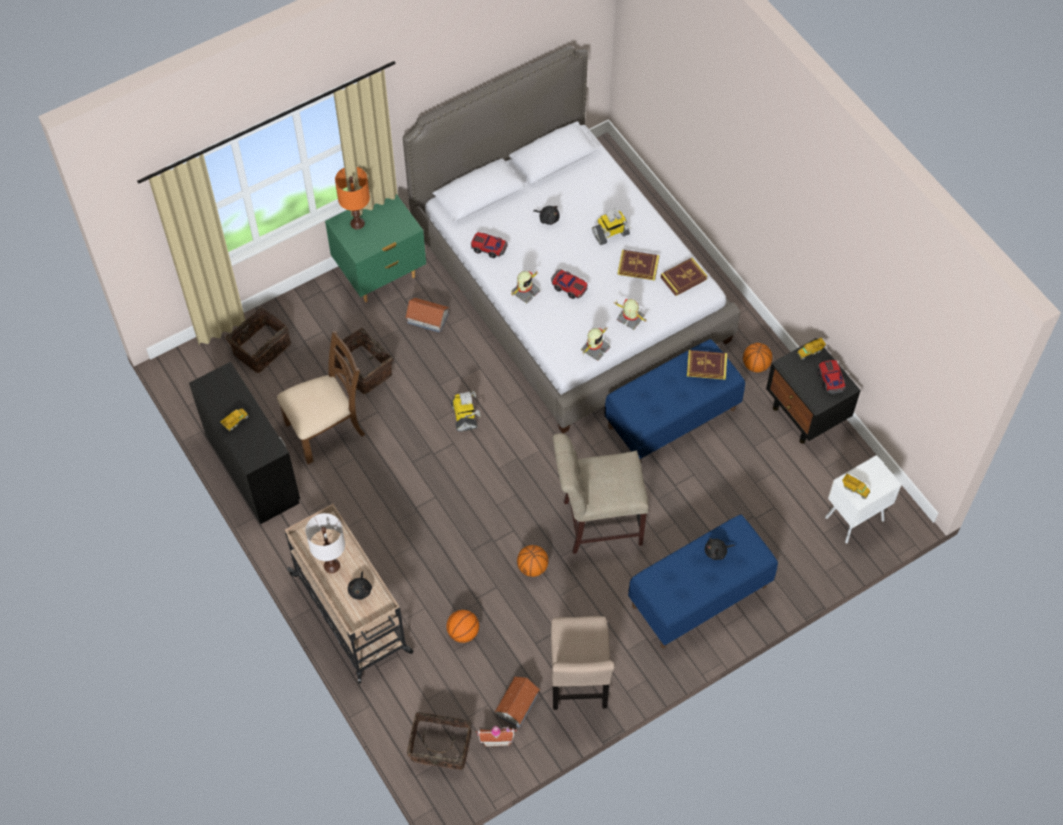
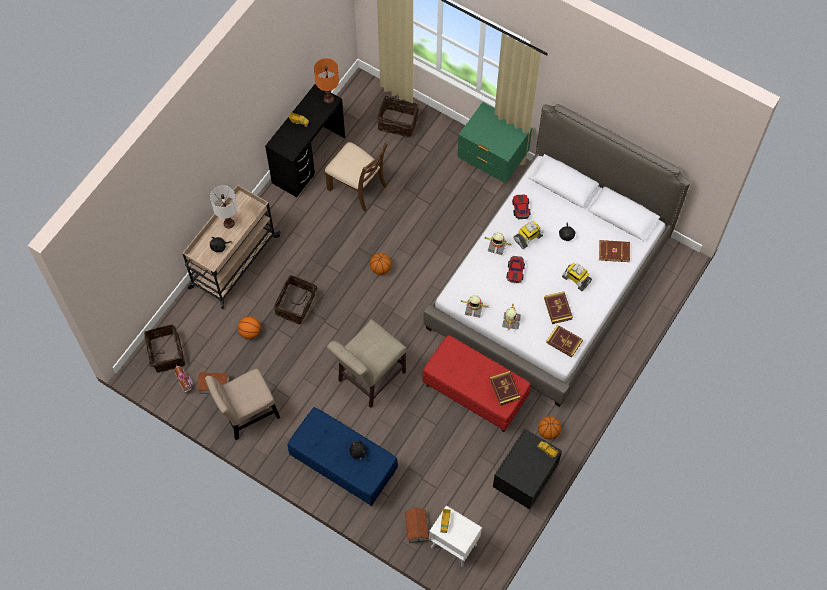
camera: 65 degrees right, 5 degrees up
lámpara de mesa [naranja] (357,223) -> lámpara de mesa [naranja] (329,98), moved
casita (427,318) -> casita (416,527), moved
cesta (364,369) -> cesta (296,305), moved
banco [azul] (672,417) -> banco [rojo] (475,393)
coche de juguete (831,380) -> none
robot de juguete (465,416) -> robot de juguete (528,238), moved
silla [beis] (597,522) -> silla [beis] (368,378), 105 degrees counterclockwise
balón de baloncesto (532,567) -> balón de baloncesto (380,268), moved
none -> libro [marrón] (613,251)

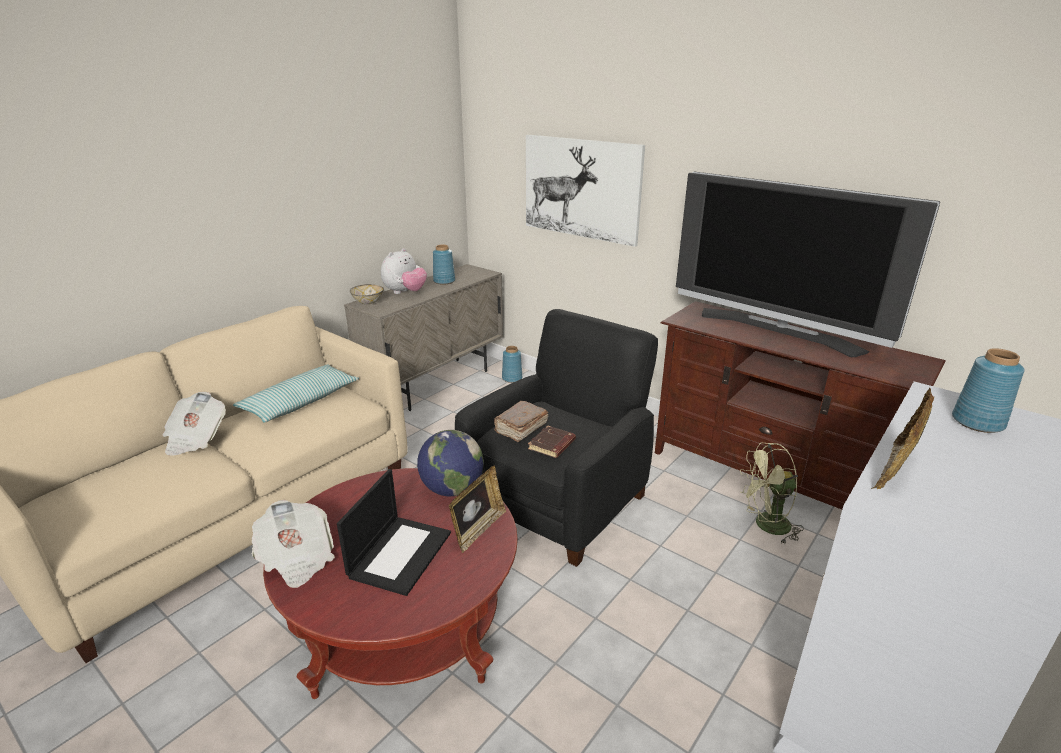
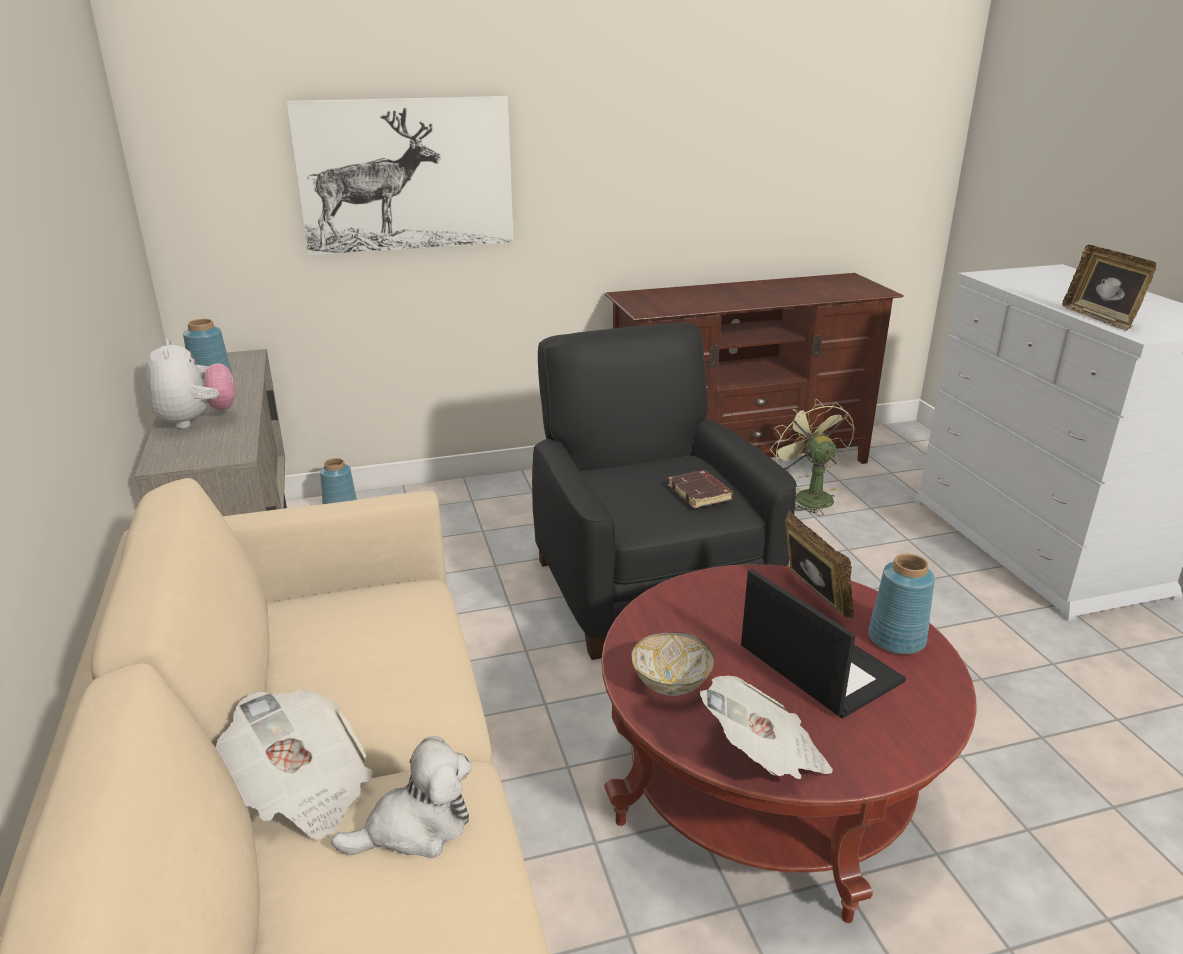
camera: 55 degrees left, 0 degrees up
televisor (778,331) -> none
cuenco (368,302) -> cuenco (672,684), moved
florero [azul] (977,422) -> florero [azul] (896,640), moved
cojín (300,402) -> none
libro [marrón] (520,429) -> none
globo terráqueo (452,489) -> none
ventilador [verde] (766,526) -> ventilador [verde] (807,496), 135 degrees clockwise
none -> peluche (415,827)

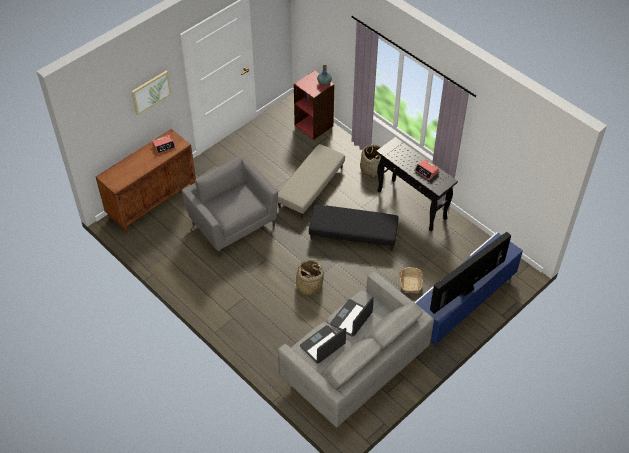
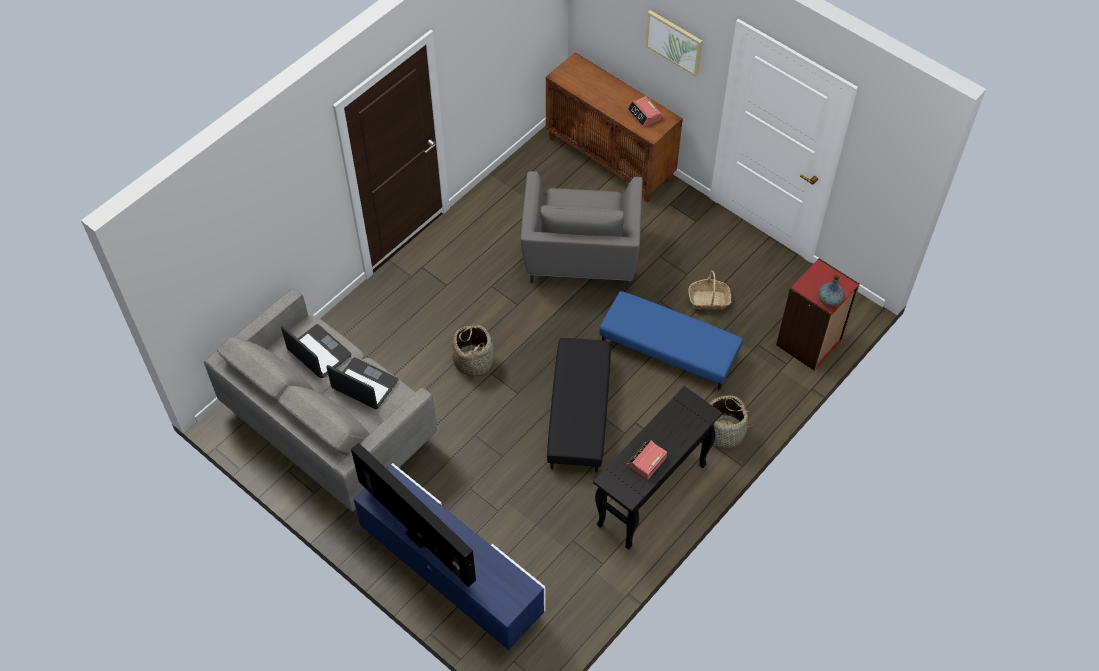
camera: 85 degrees right, 5 degrees up
puf [beis] (310,187) -> puf [azul] (669,348)
sillón [gris] (233,224) -> sillón [gris] (580,257), 135 degrees clockwise
cesta (411,283) -> cesta (709,300), moved

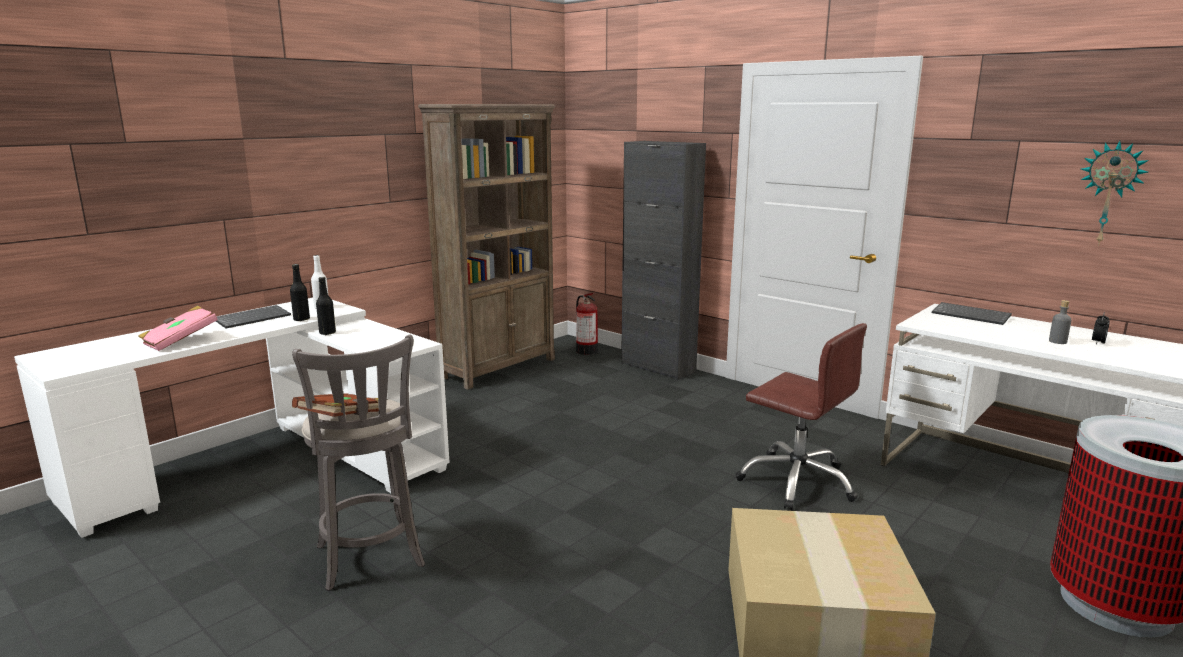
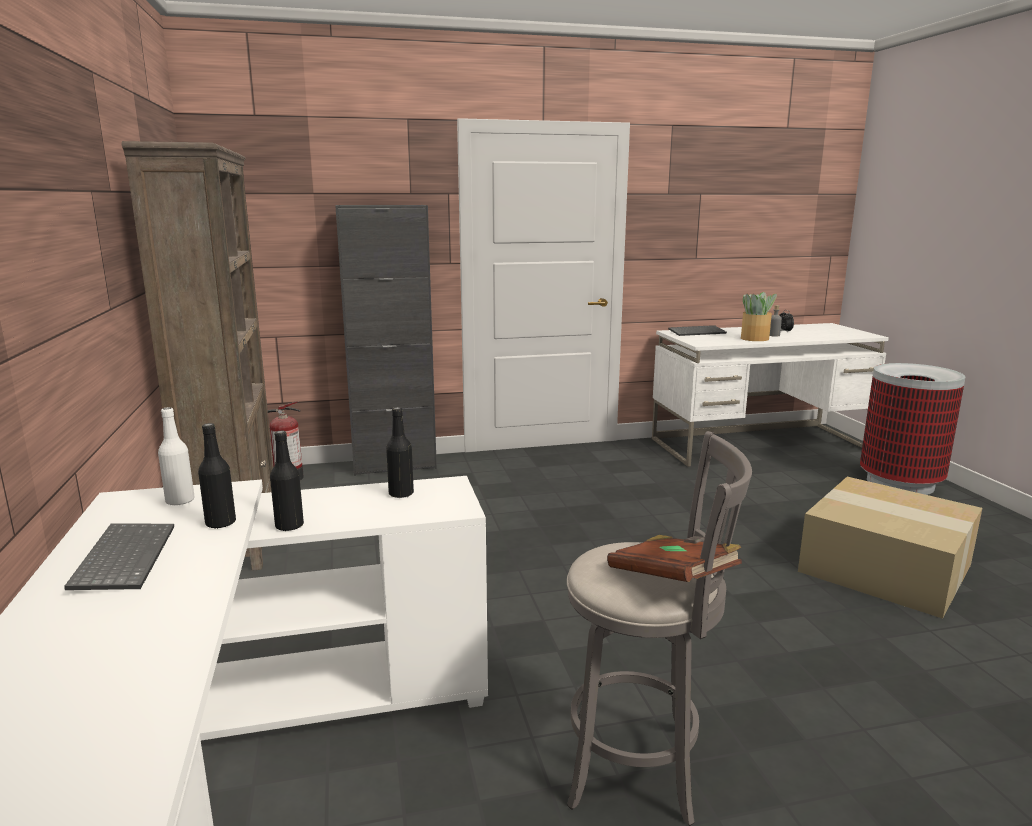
camera: 55 degrees left, 0 degrees up
reloj de pared (1109,193) -> none
libro [rosa] (180,341) -> none
silla de oficina [marrón] (797,481) -> none
none -> planta en maceta (755,338)
none -> botella [negro] (401,494)

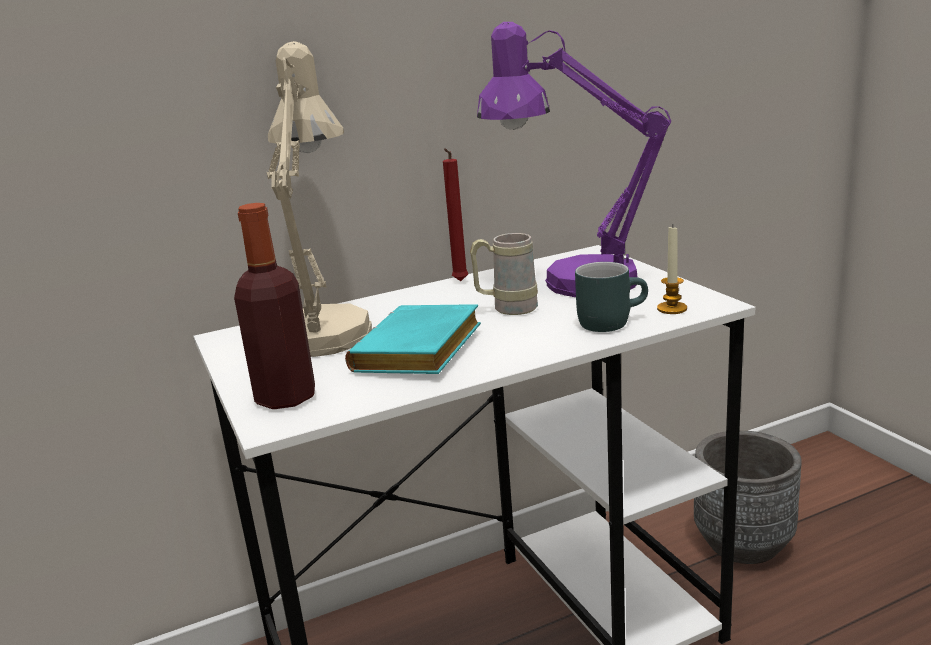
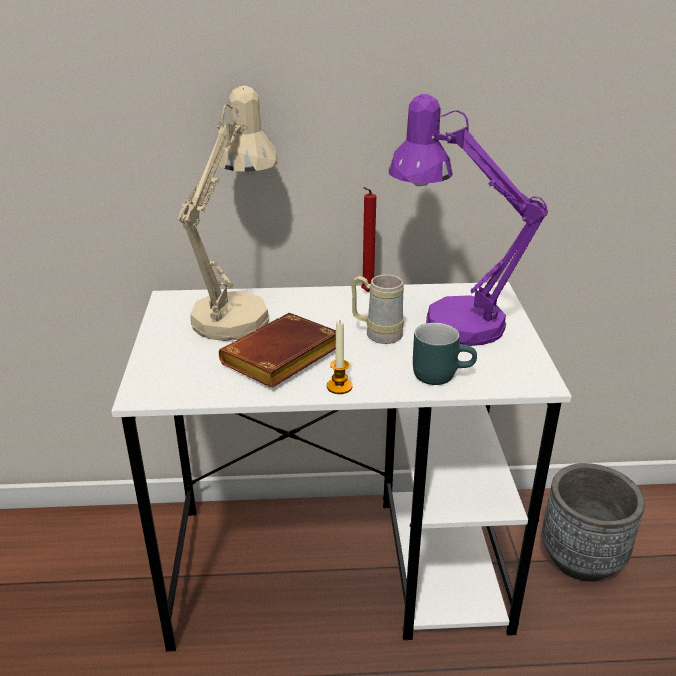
camera: 20 degrees right, 10 degrees up
botella (286,397) -> none
vela (672,309) -> vela (339,386), moved
libro [turquesa] (420,353) -> libro [marrón] (281,360)

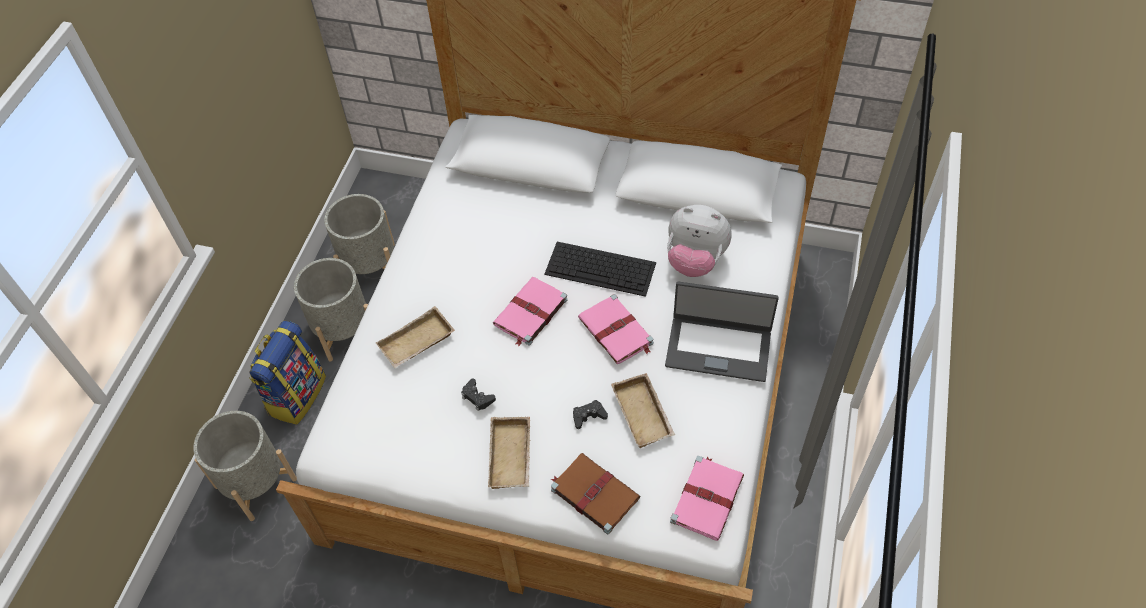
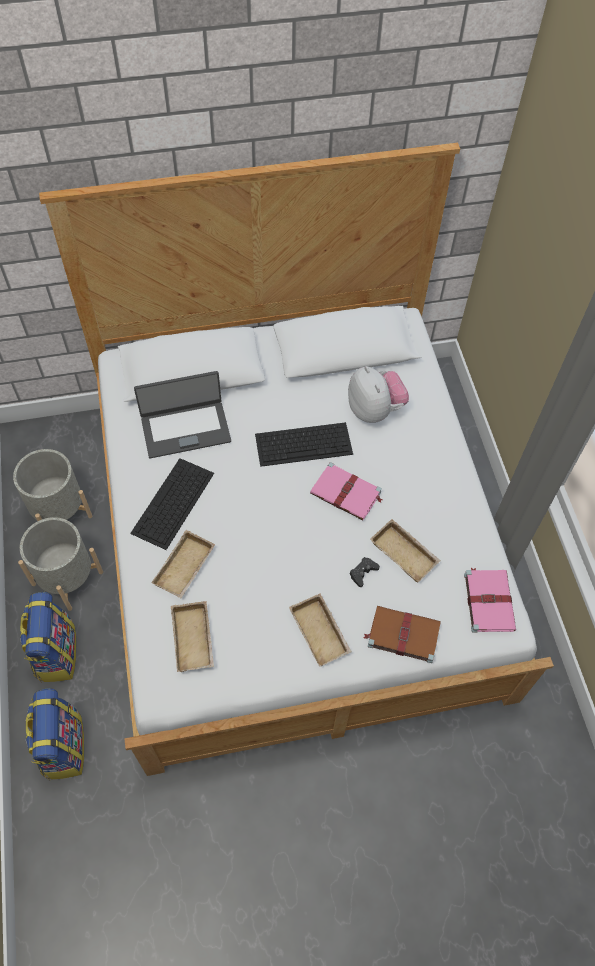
camera: 30 degrees left, 5 degrees up
peluche (695,260) -> peluche (374,410), 105 degrees counterclockwise
libro [rosa] (530,313) -> none
portátil (718,347) -> portátil (185,428), moved
mando de consola [negro] (477,397) -> none
maceta [gris] (255,482) -> mochila (62,746)
none -> teclado (173,504)
none -> bandeja [beis] (195,639)

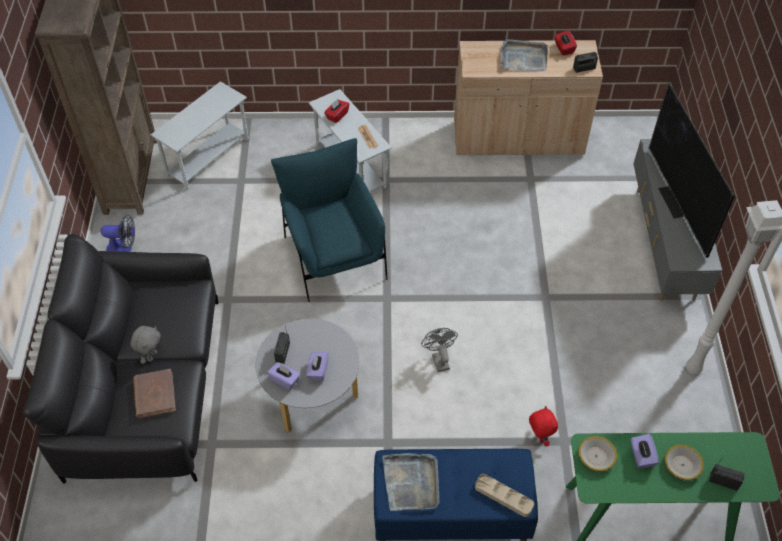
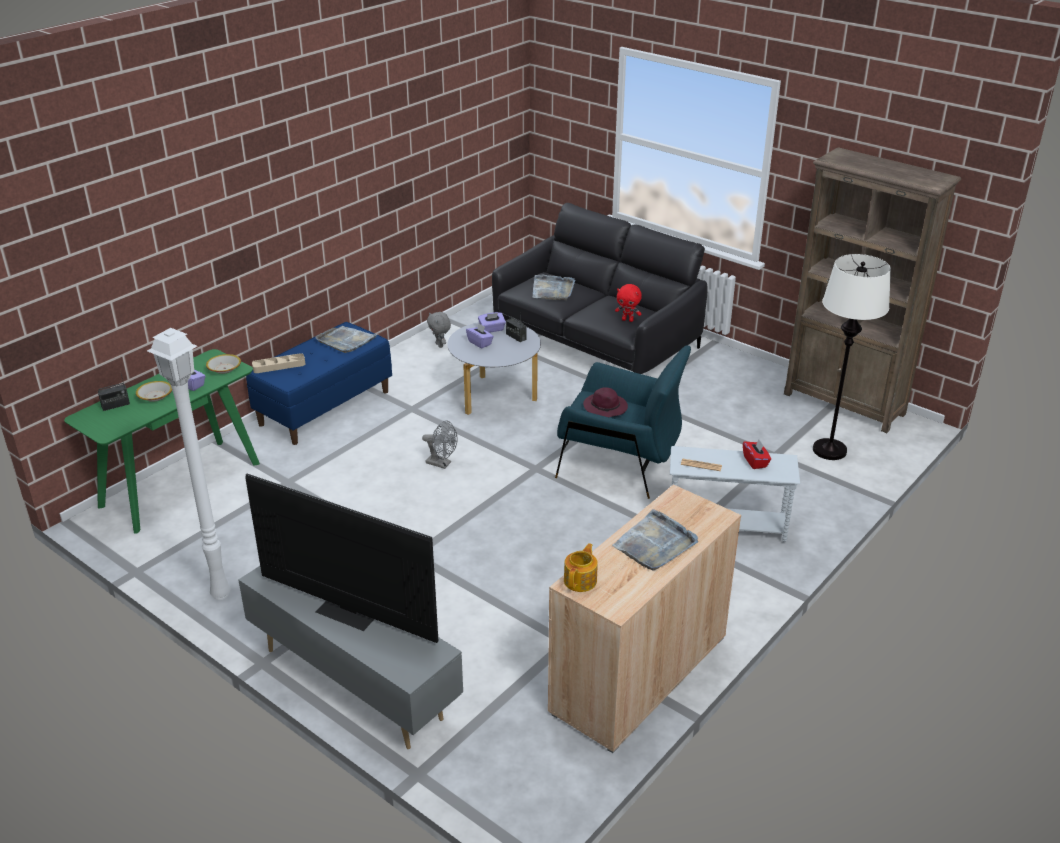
camera: 130 degrees right, 20 degrees down
caja de pañuelos [rojo] (564,48) -> none
radio (584,68) -> tetera (581,580)
mesa auxiliar [blanco] (208,157) -> lámpara de pie [blanco] (829,450)
ventilador (124,248) -> none
peluche [gris] (151,356) -> peluche [gris] (440,345), moved
libro [marrón] (154,395) -> bandeja [gris] (552,290)
peluche [rojo] (539,437) -> peluche [rojo] (628,320), moved
none -> sombrero [morado] (606,408)

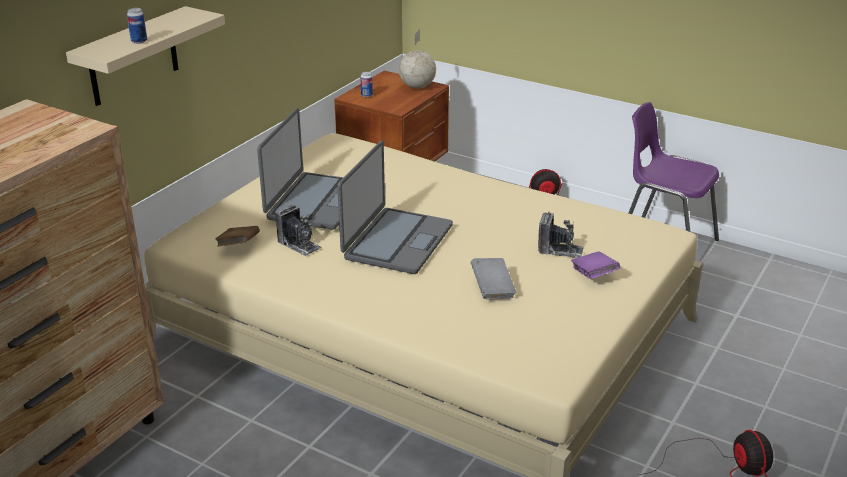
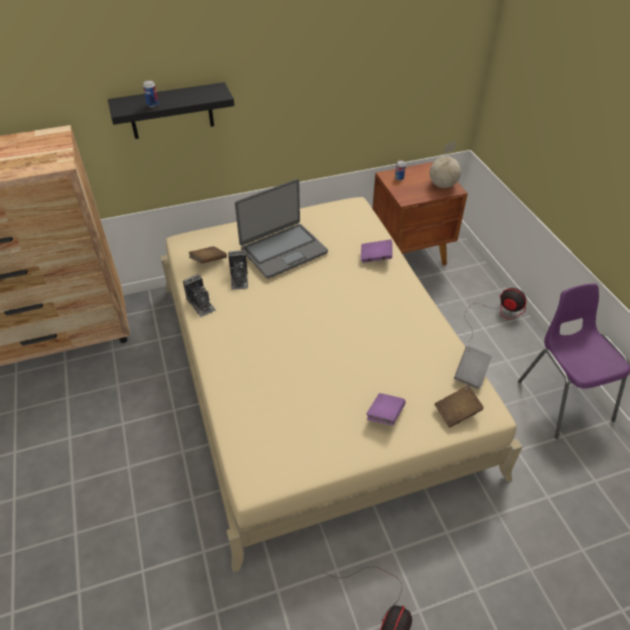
camera: 40 degrees right, 15 degrees up
estante [beis] (133,57) -> estante [negro] (171,111)
portátil (396,242) -> none
cámara (560,250) -> cámara (201,304), moved
libro [gris] (492,289) -> libro [gris] (471,374), moved
none -> libro [morado] (376,257)
none -> libro [marrón] (457,412)

